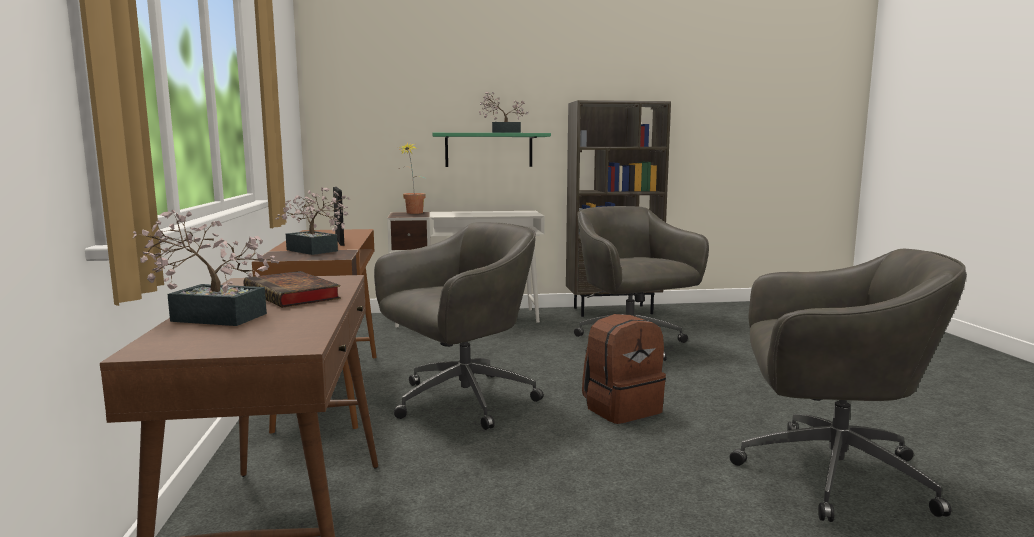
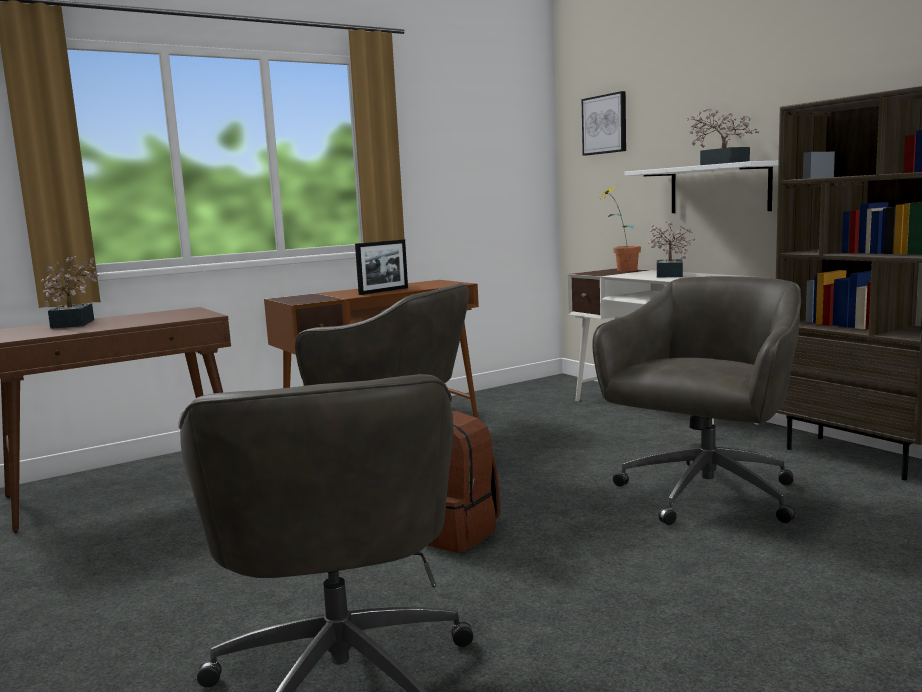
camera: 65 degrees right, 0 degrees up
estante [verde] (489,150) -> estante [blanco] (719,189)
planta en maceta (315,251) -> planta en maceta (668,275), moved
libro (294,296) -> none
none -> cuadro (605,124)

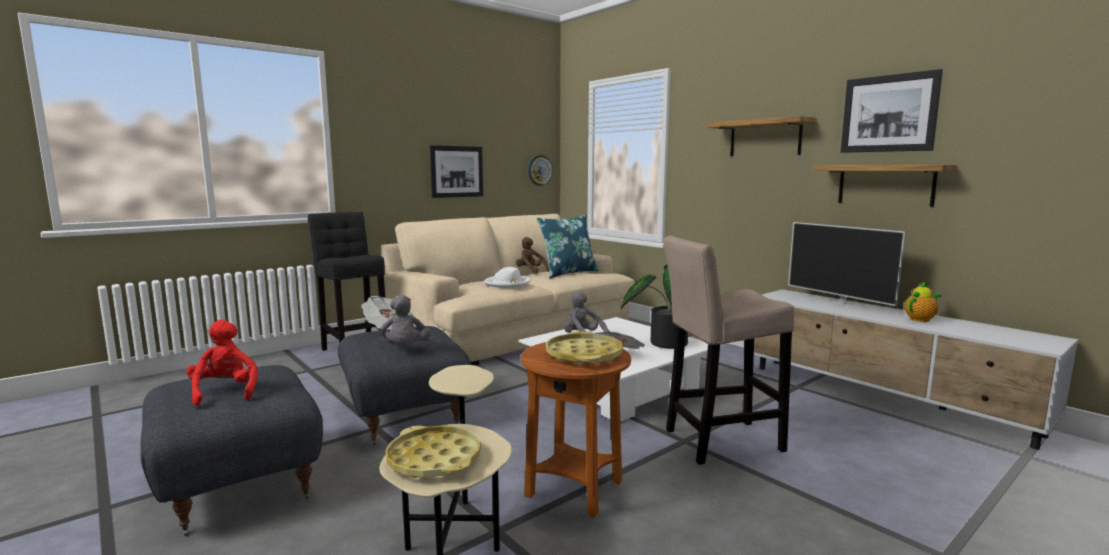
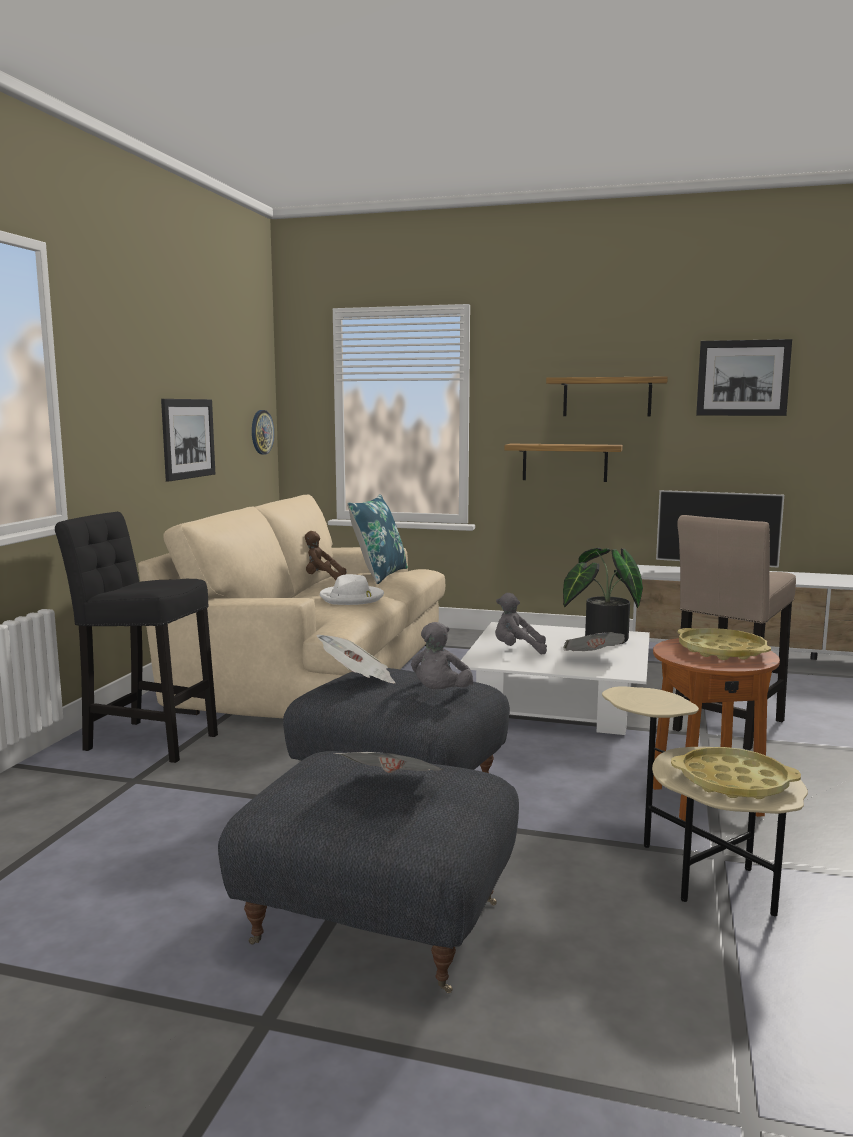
camera: 35 degrees left, 0 degrees up
estante (885,184) -> estante (564,462), moved
tetera (921,319) -> none
peluche [gris] (406,349) -> peluche [gris] (440,694), 60 degrees clockwise
peluche [rojo] (225,392) -> periódico (392,790)

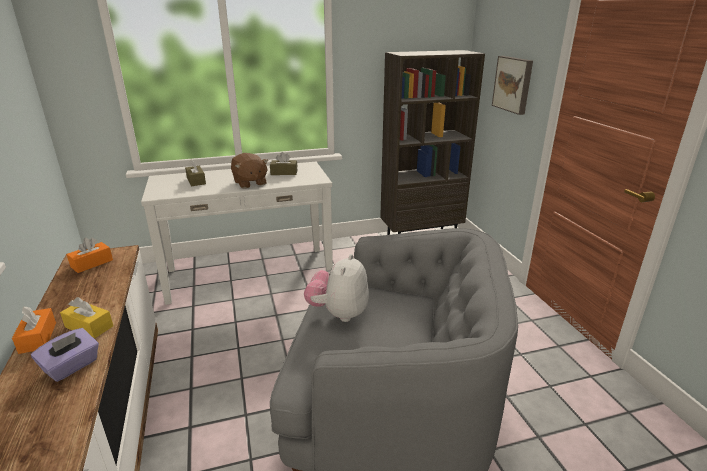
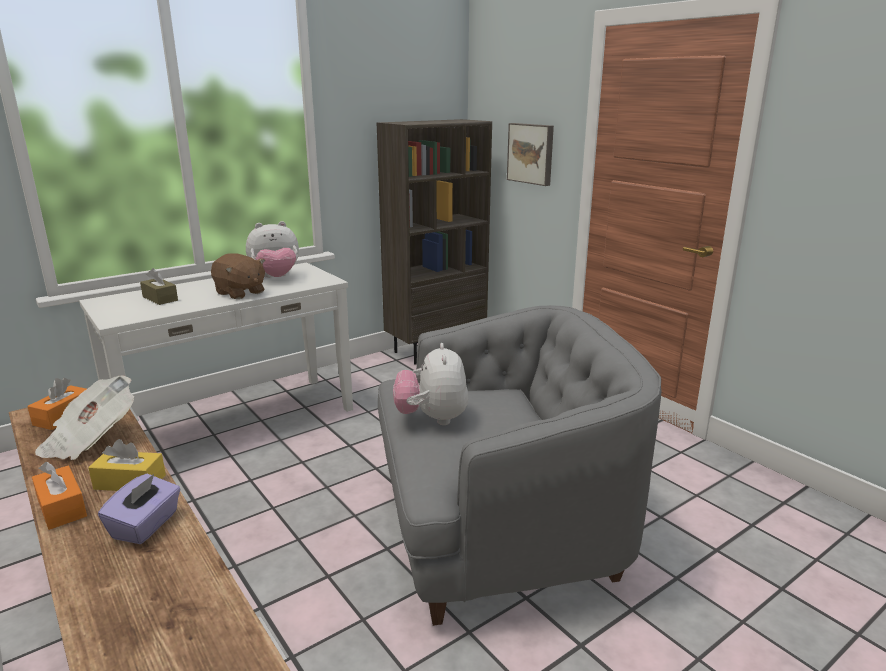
camera: 20 degrees left, 5 degrees down
caja de pañuelos [marrón] (284,173) -> peluche (276,278)
none -> periódico (90,440)

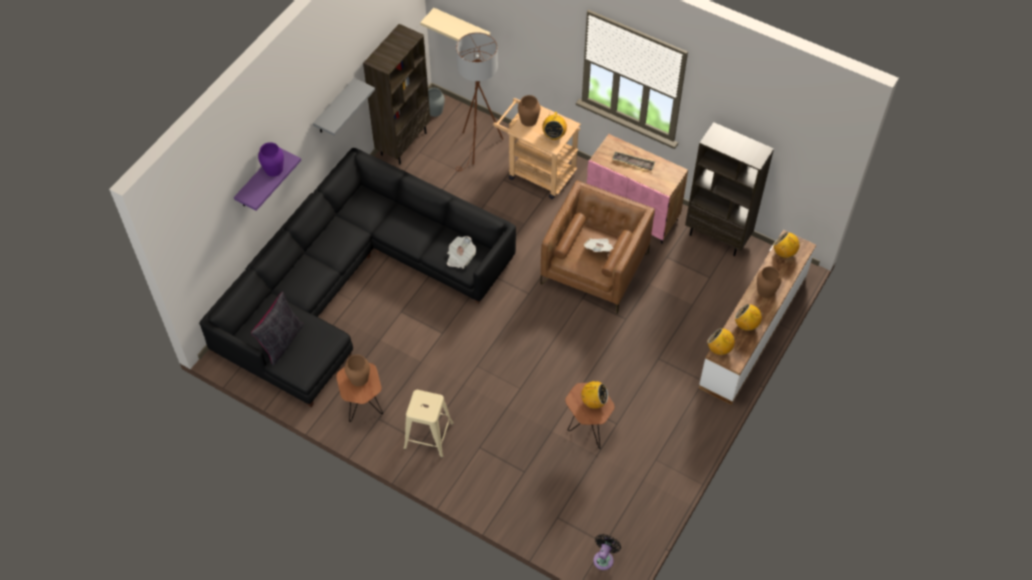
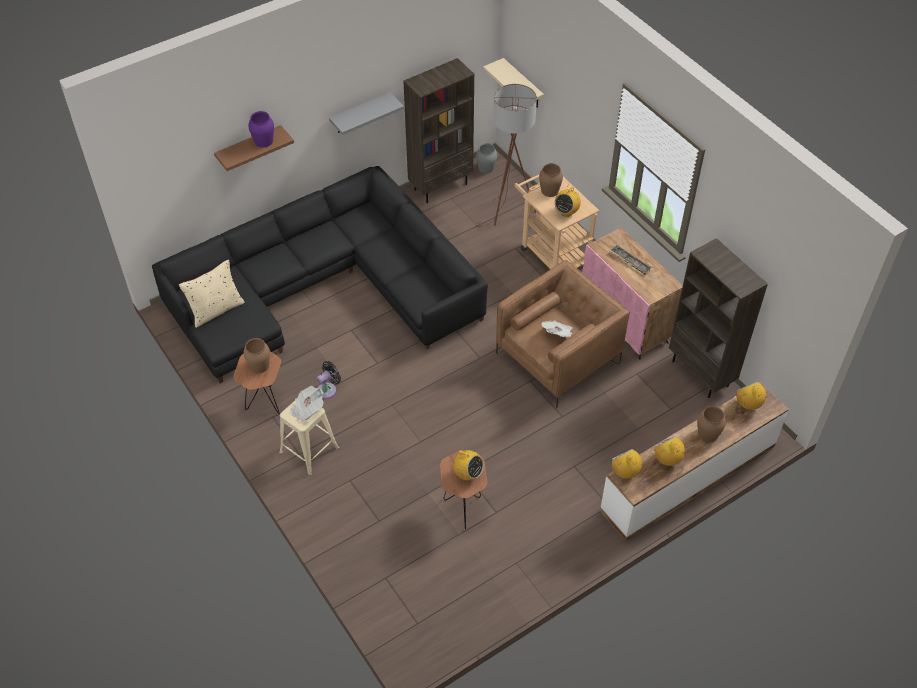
camera: 25 degrees right, 5 degrees down
estante [morado] (258,179) -> estante [marrón] (249,147)
periódico (460,257) -> periódico (307,409), moved
cojín [negro] (281,341) -> cojín [beis] (216,310)
ventilador [negro] (604,558) -> ventilador [negro] (328,389), moved

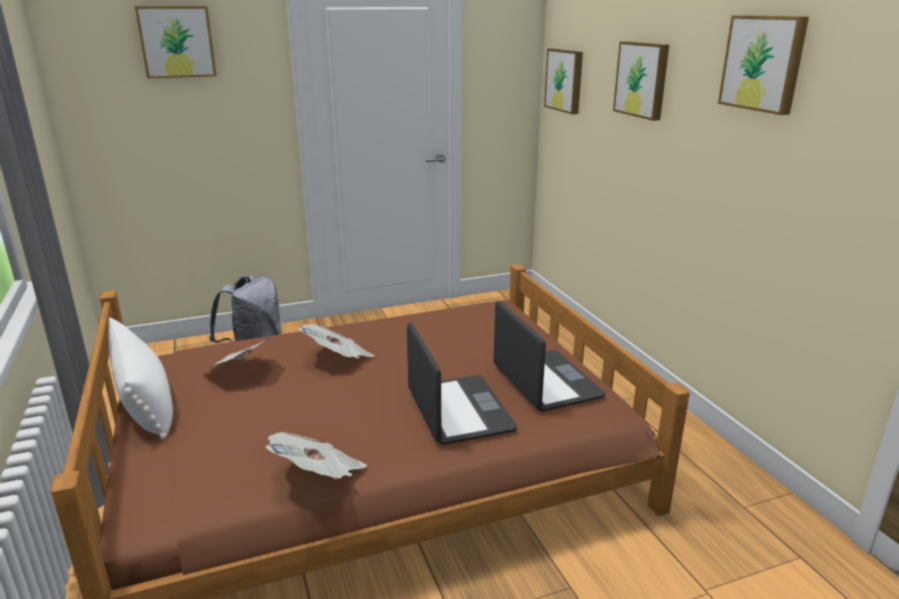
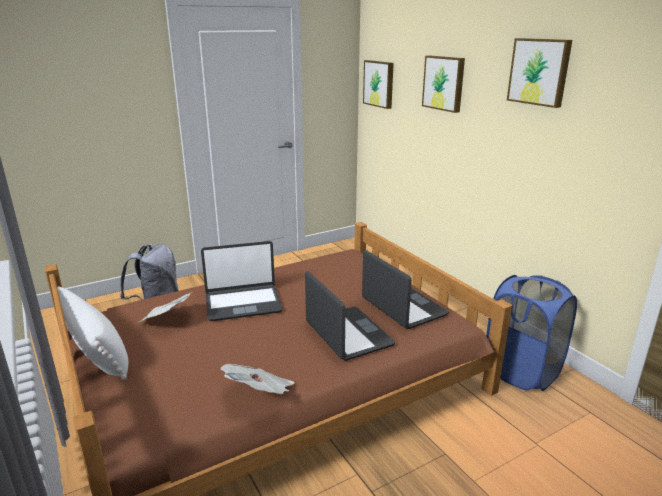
camera: 10 degrees left, 0 degrees up
cuadro (177,42) -> none
periódico (338,358) -> portátil (243,303)
none -> cesto de la ropa [azul] (522,371)

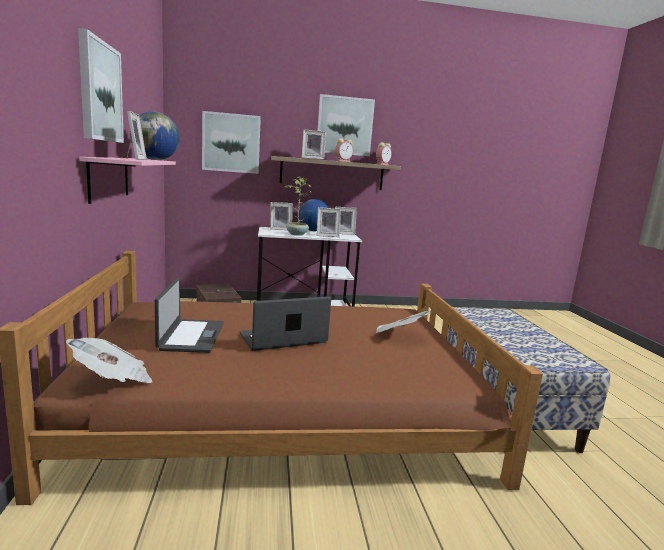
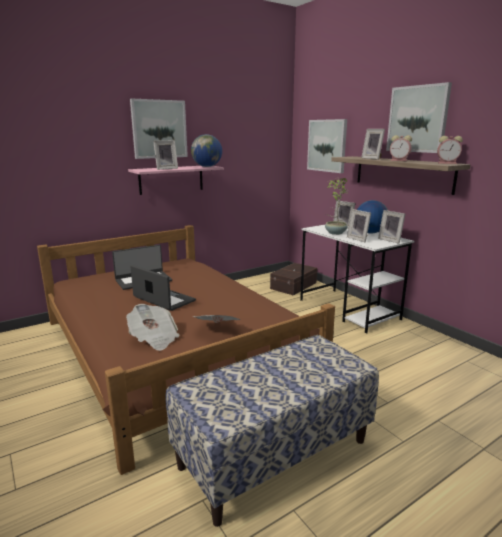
camera: 65 degrees right, 5 degrees up
periódico (113,379) -> periódico (154,339), moved

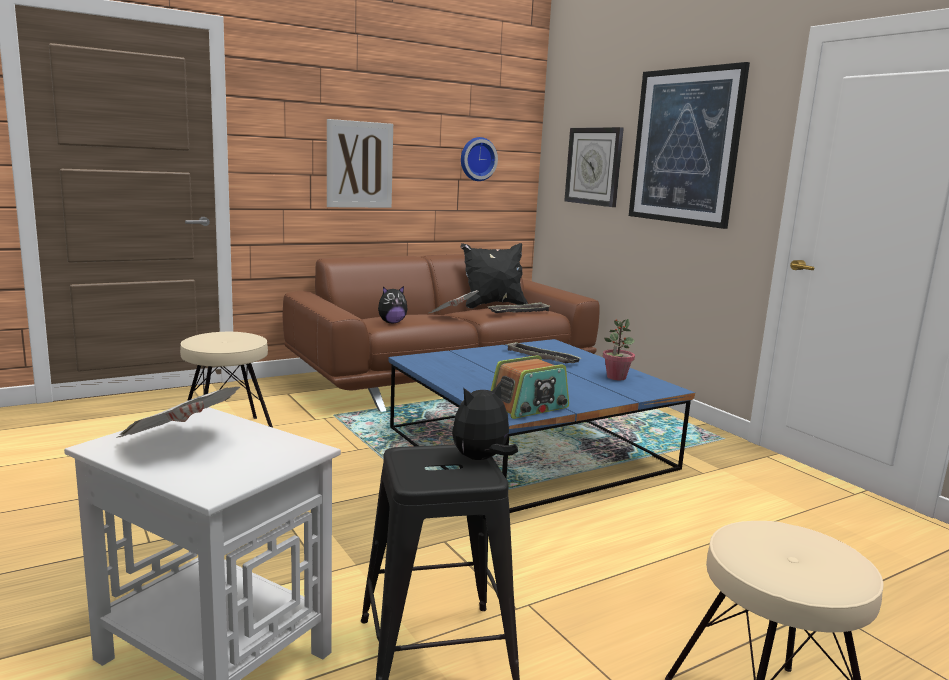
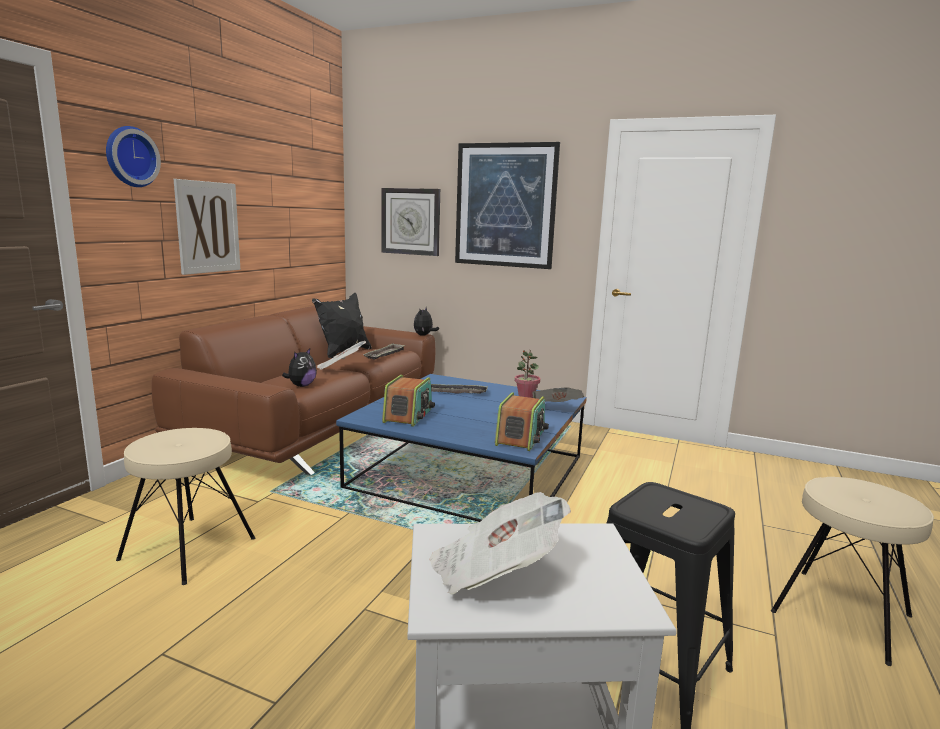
camera: 35 degrees left, 0 degrees up
reloj de pared (477,159) -> reloj de pared (130,157), moved
peluche (481,459) -> peluche (424,335), moved
none -> radio (408,416)
none -> periódico (556,409)

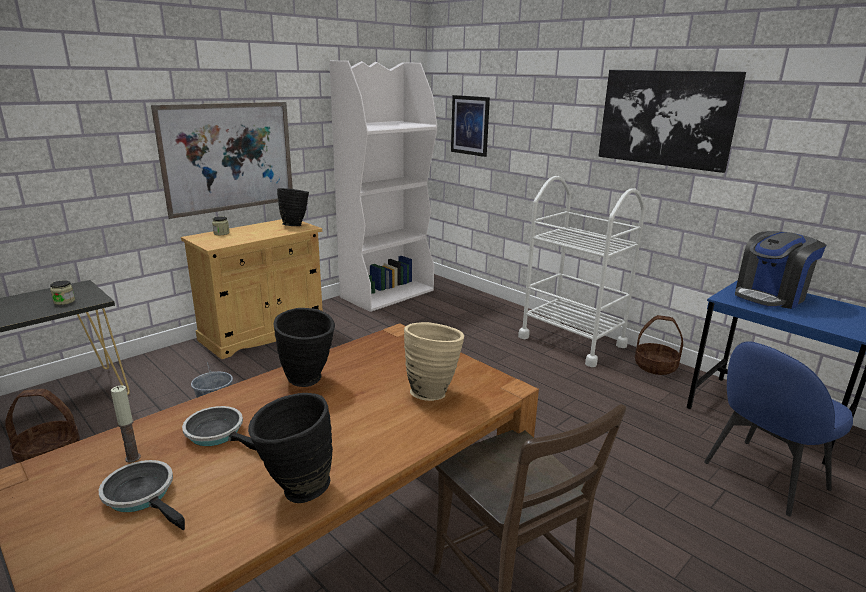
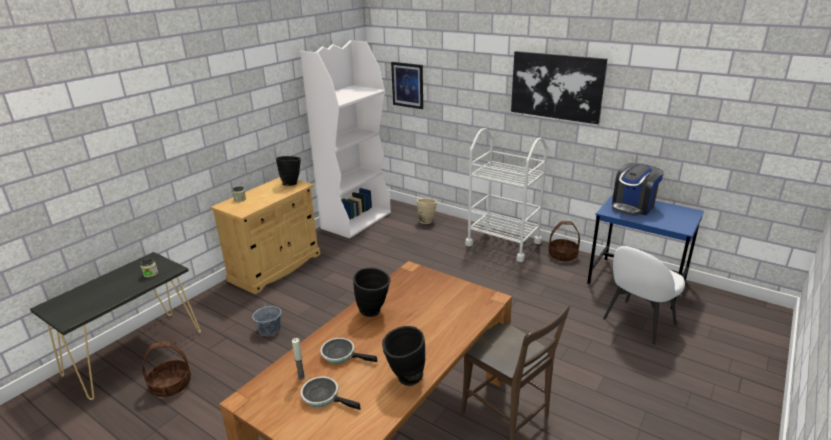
camera: 10 degrees left, 5 degrees up
cuadro (229,157) -> none
florero [beis] (432,391) -> florero [beis] (427,221), moved
silla [azul] (763,476) -> silla [blanco] (638,322)

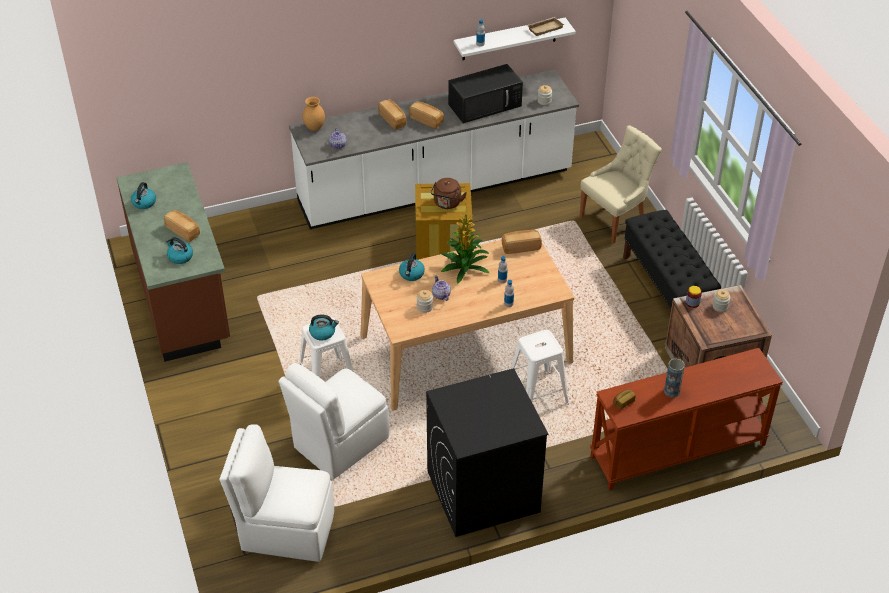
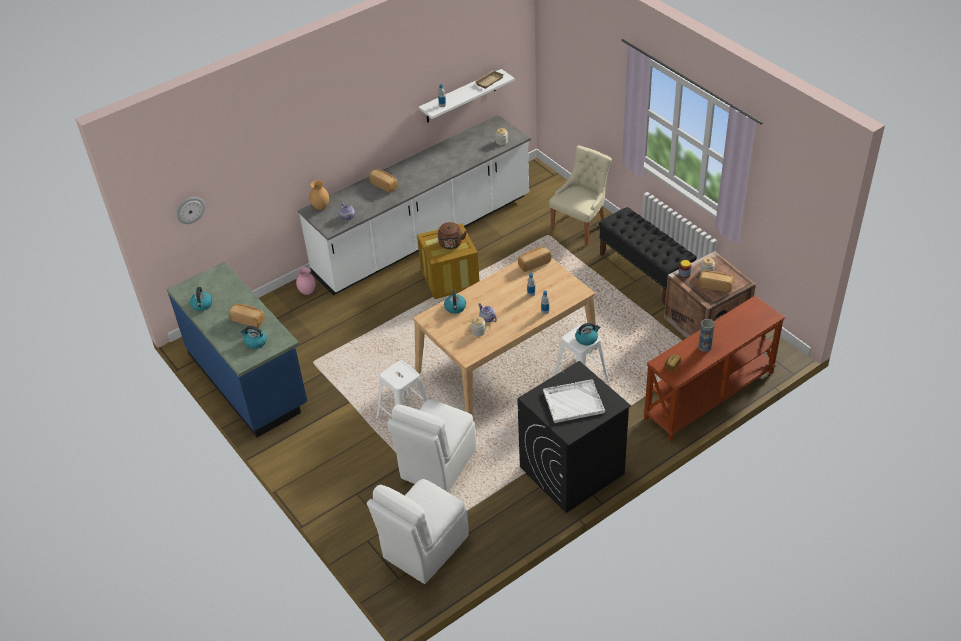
camera: 15 degrees left, 0 degrees up
microondas [negro] (485,105) -> none
pan (426,120) -> pan (715,286), moved
mueble bajo de cocina [marrón] (182,297) -> mueble bajo de cocina [azul] (248,379)
planta en maceta (464,267) -> none
hervidor (323,333) -> hervidor (586,338), moved
silla [blanco] (285,530) -> silla [blanco] (424,548), 45 degrees counterclockwise
none -> reloj de pared (190,210)
none -> florero [rosa] (307,292)
none -> bandeja [blanco] (573,402)

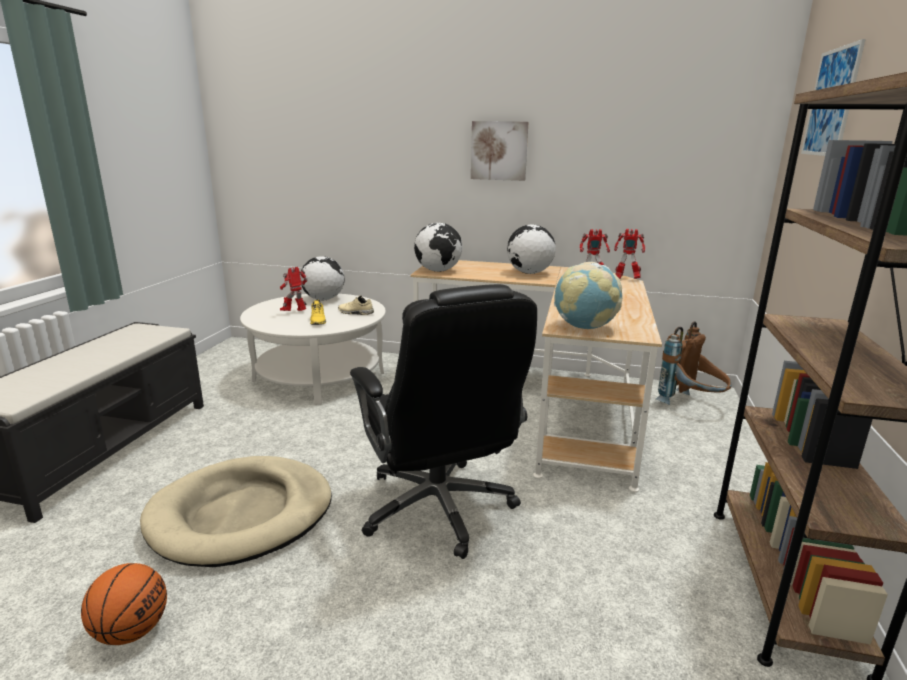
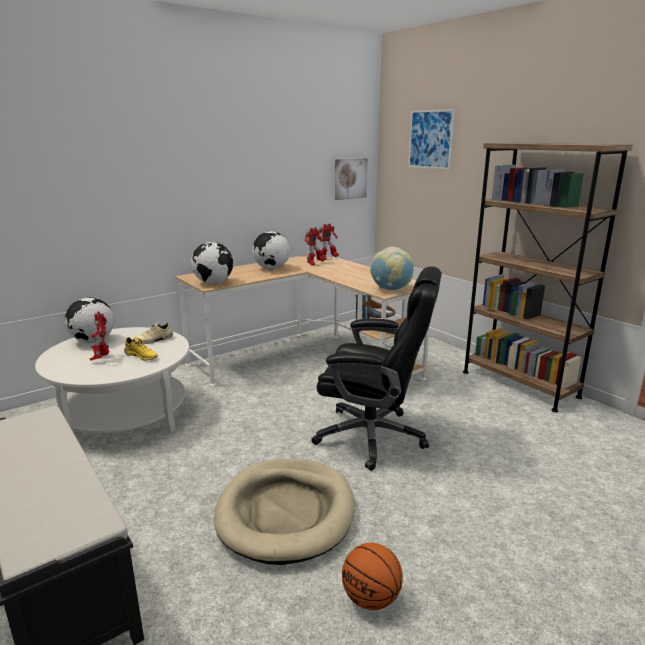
camera: 50 degrees left, 0 degrees up
cuadro (499,151) -> cuadro (350,178), moved

